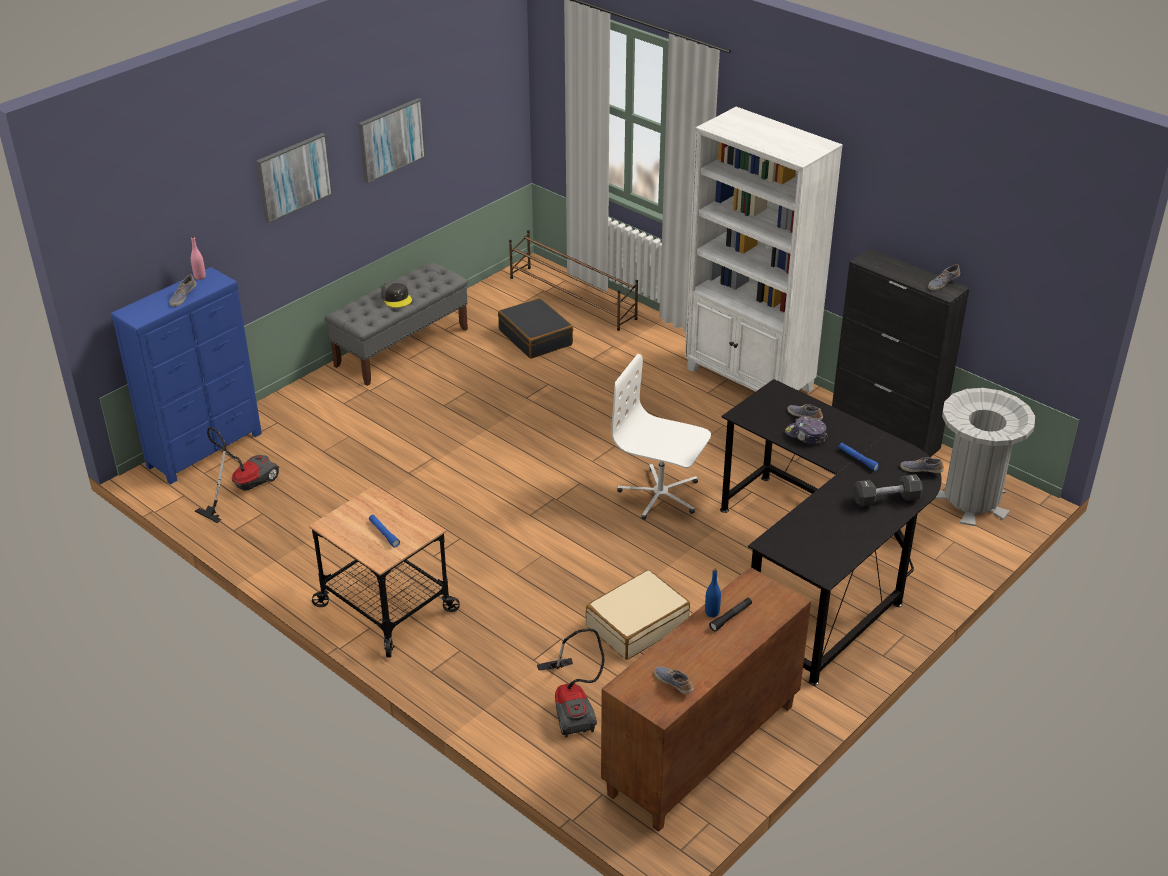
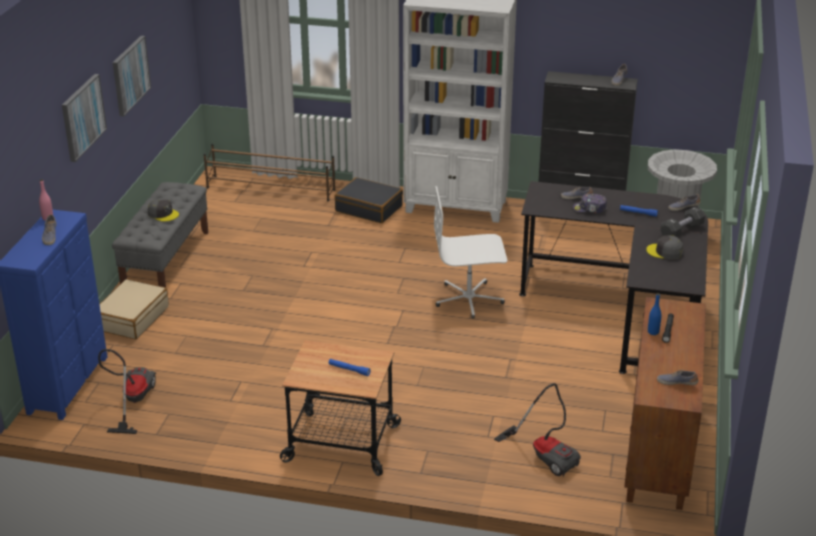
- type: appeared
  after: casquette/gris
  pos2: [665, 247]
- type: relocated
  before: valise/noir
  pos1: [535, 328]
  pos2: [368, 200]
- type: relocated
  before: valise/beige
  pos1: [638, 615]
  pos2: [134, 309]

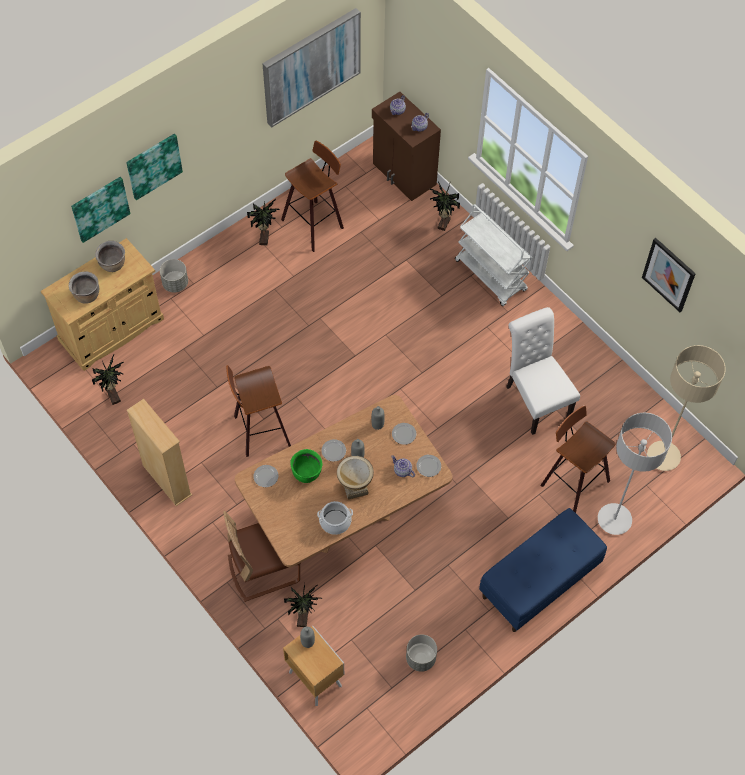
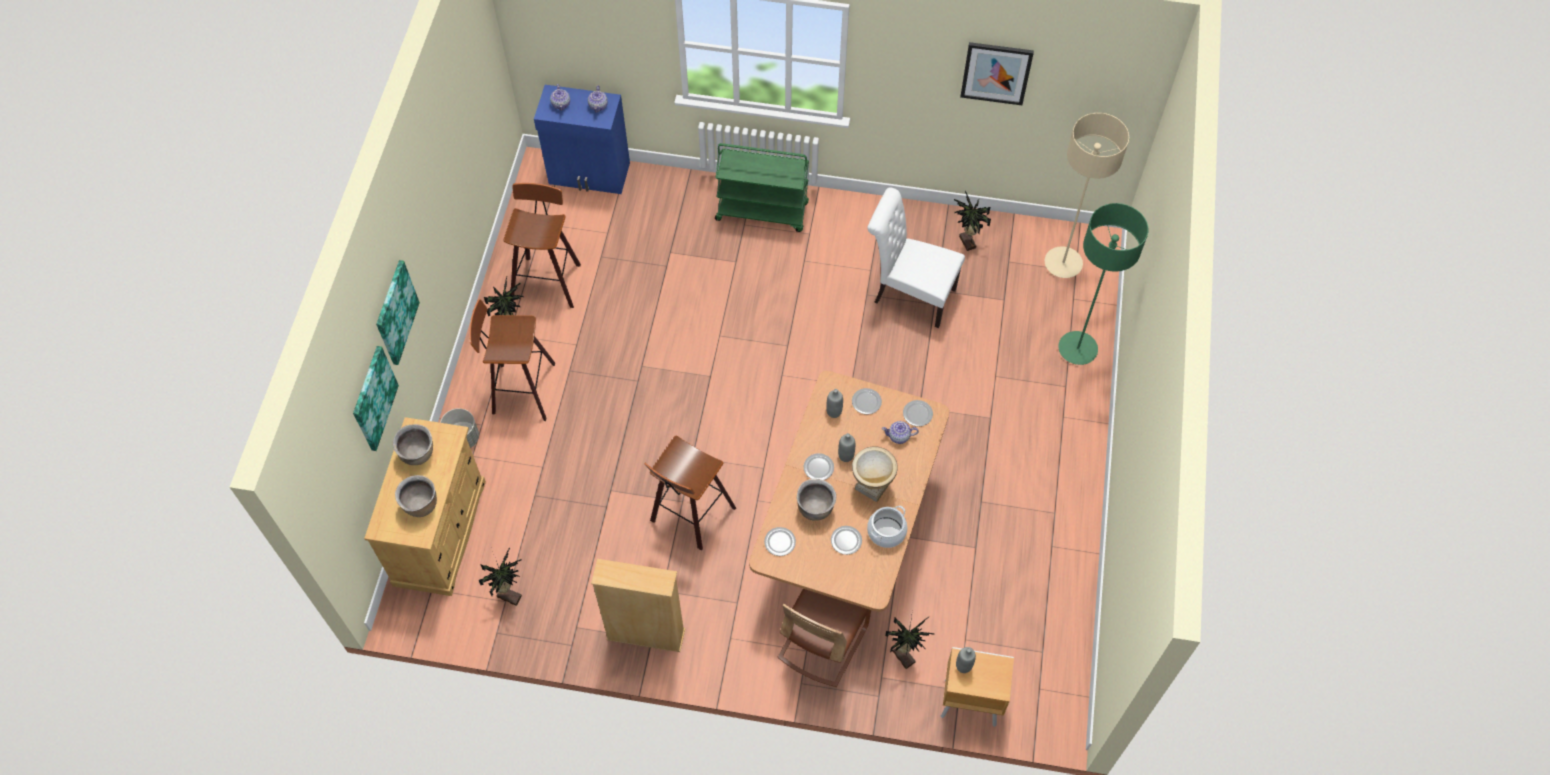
- type: missing
  before: tableau
  pos1: [311, 67]
- type: missing
  before: cache-pot/gris
  pos1: [421, 653]
- type: missing
  before: banc/bleu
  pos1: [543, 570]
- type: appeared
  after: assiette
  pos2: [846, 540]
- type: relocated
  before: plante en pot
  pos1: [444, 206]
  pos2: [972, 221]
- type: relocated
  before: tabouret
  pos1: [578, 459]
  pos2: [512, 360]
- type: colour
  before: marmite/vert
  after: marmite/marron
  pos1: [307, 466]
  pos2: [816, 500]
- type: colour
  before: meuble de rangement/marron
  after: meuble de rangement/bleu
  pos1: [406, 146]
  pos2: [582, 139]
- type: colour
  before: chariot/blanc
  after: chariot/vert
  pos1: [493, 255]
  pos2: [762, 187]
- type: colour
  before: lampadaire/gris
  after: lampadaire/vert
  pos1: [635, 474]
  pos2: [1103, 284]

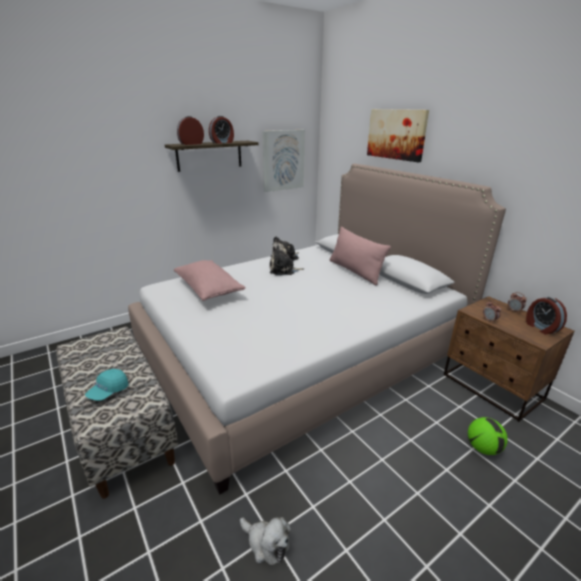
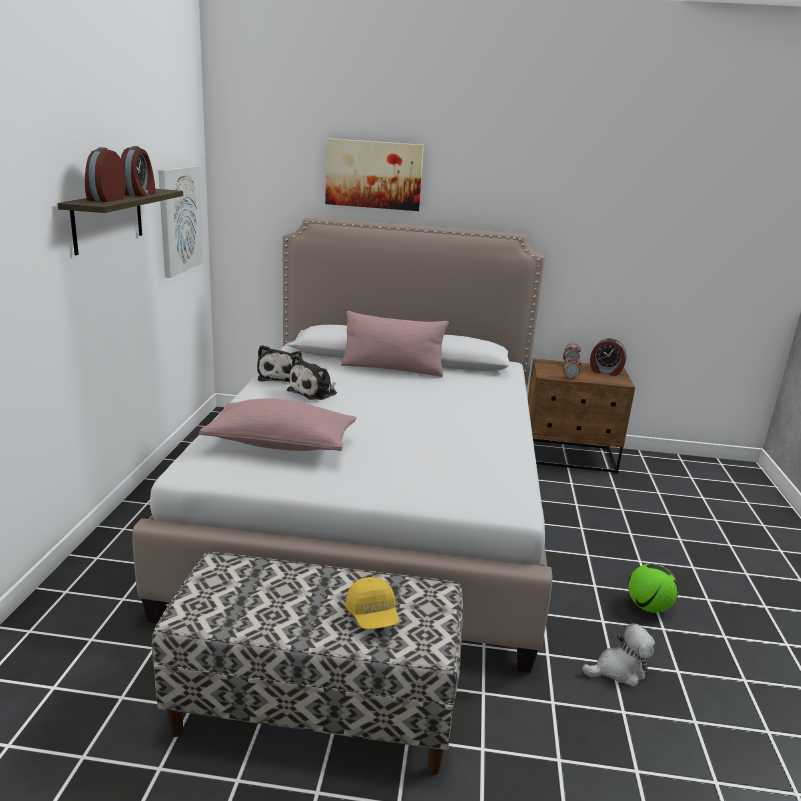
- type: relocated
  before: ballon de foot
  pos1: [488, 436]
  pos2: [653, 588]
- type: colour
  before: casquette/turquoise
  after: casquette/jaune
  pos1: [107, 385]
  pos2: [372, 603]

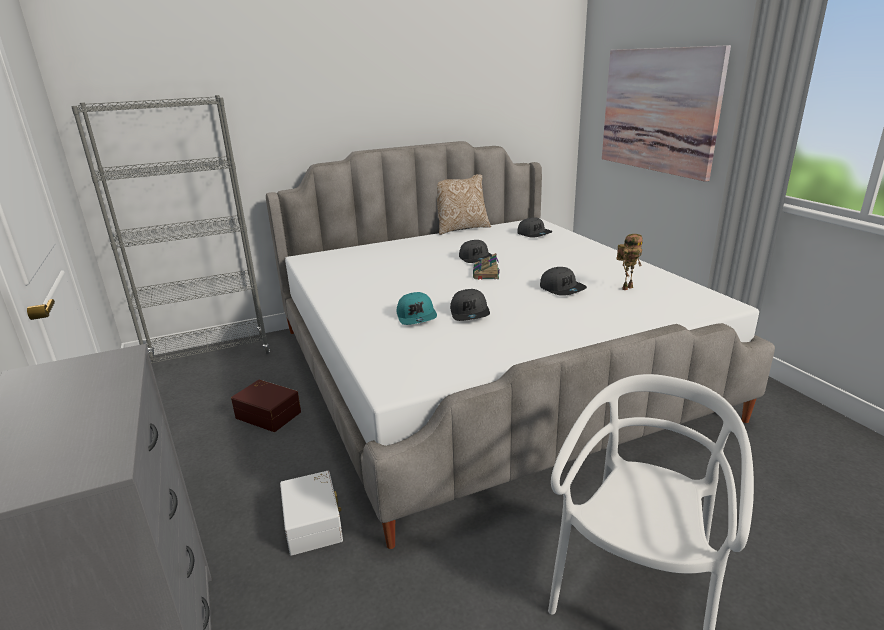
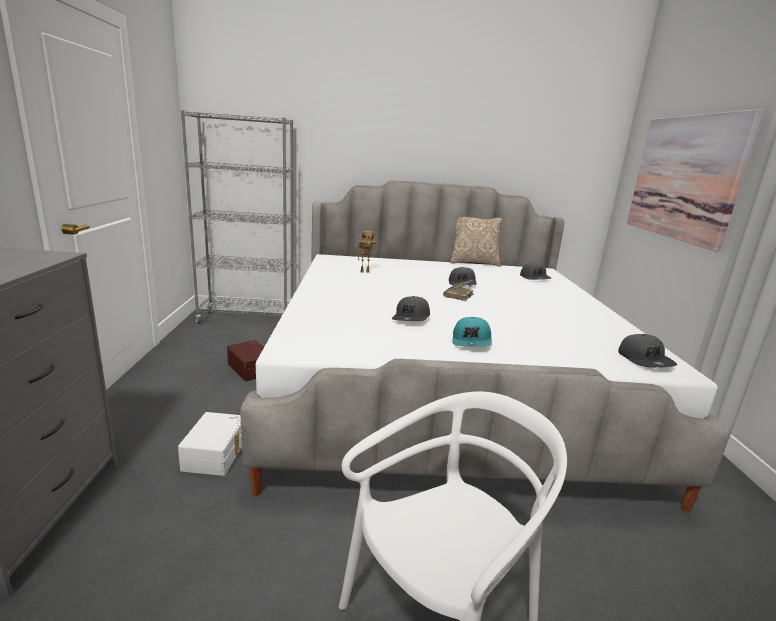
- type: relocated
  before: casquette/turquoise
  pos1: [417, 308]
  pos2: [472, 332]
- type: relocated
  before: casquette/gris
  pos1: [563, 281]
  pos2: [647, 351]
- type: relocated
  before: robot jouet
  pos1: [629, 262]
  pos2: [367, 252]

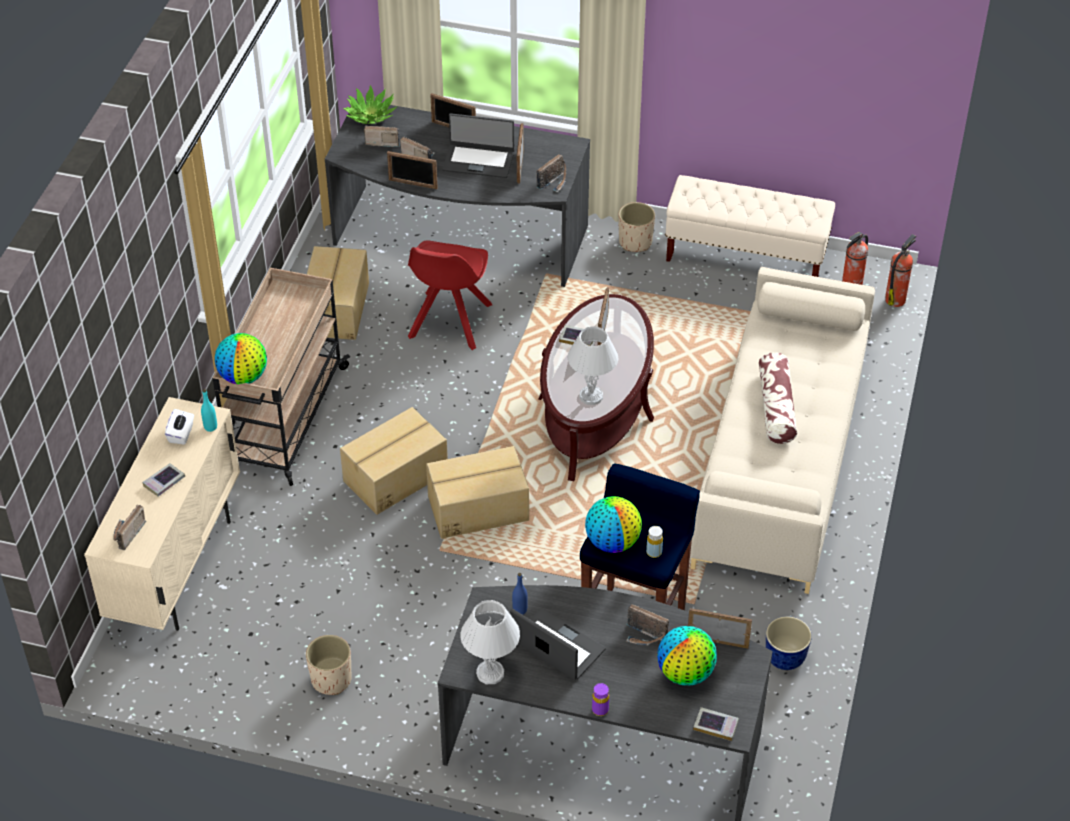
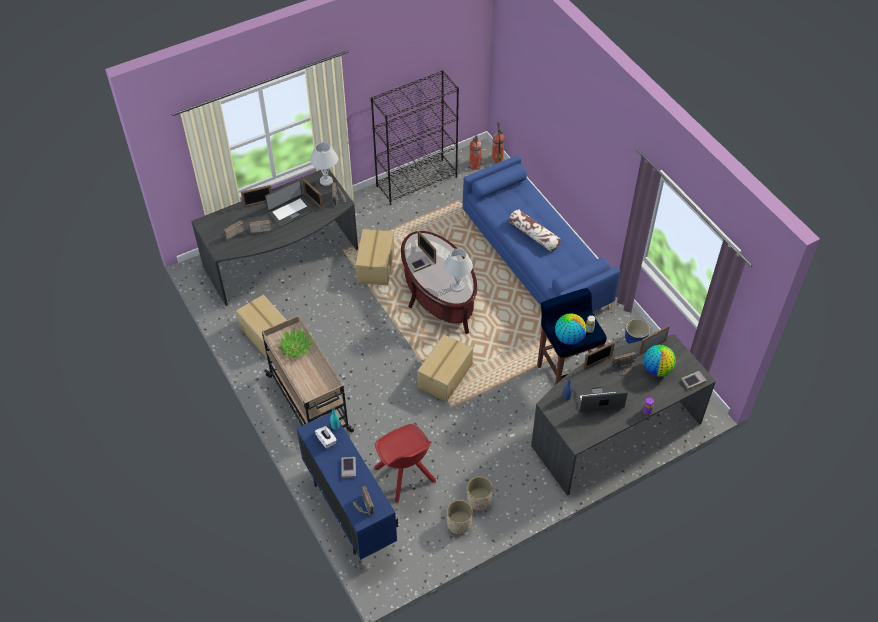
- type: missing
  before: globe
  pos1: [241, 358]
- type: relocated
  before: carton
  pos1: [394, 461]
  pos2: [374, 257]
- type: relocated
  before: plante en pot
  pos1: [370, 104]
  pos2: [295, 342]
- type: relocated
  before: cadre photo
  pos1: [412, 170]
  pos2: [599, 356]
- type: relocated
  before: chaise/rouge
  pos1: [450, 295]
  pos2: [405, 463]
- type: relocated
  before: lampe de table/blanc
  pos1: [490, 642]
  pos2: [324, 164]
- type: relocated
  before: cache-pot/beige
  pos1: [637, 227]
  pos2: [459, 517]
- type: exchanged
  before: banc/beige
  after: bibliothèque/noir
  pos1: [750, 226]
  pos2: [415, 137]
- type: colour
  before: meuble de rangement/beige
  after: meuble de rangement/bleu
  pos1: [162, 514]
  pos2: [347, 486]
- type: colour
  before: canapé/beige
  after: canapé/bleu
  pos1: [782, 430]
  pos2: [542, 233]

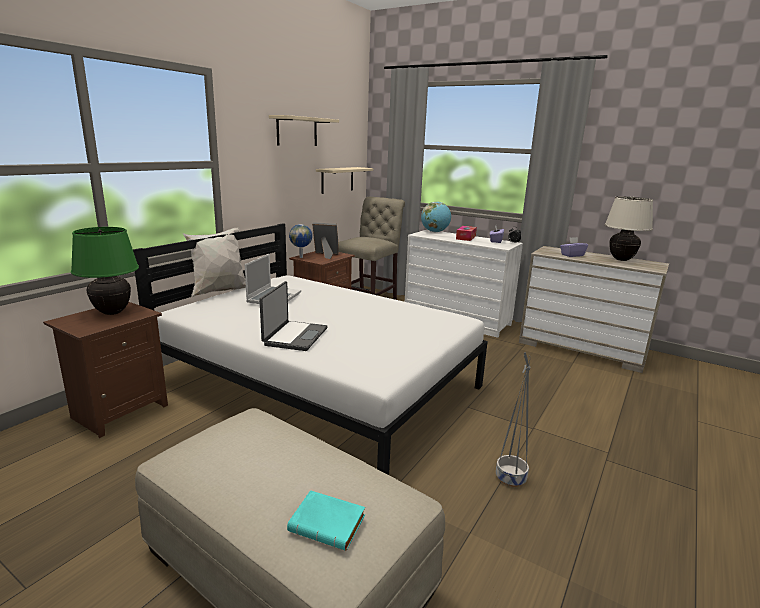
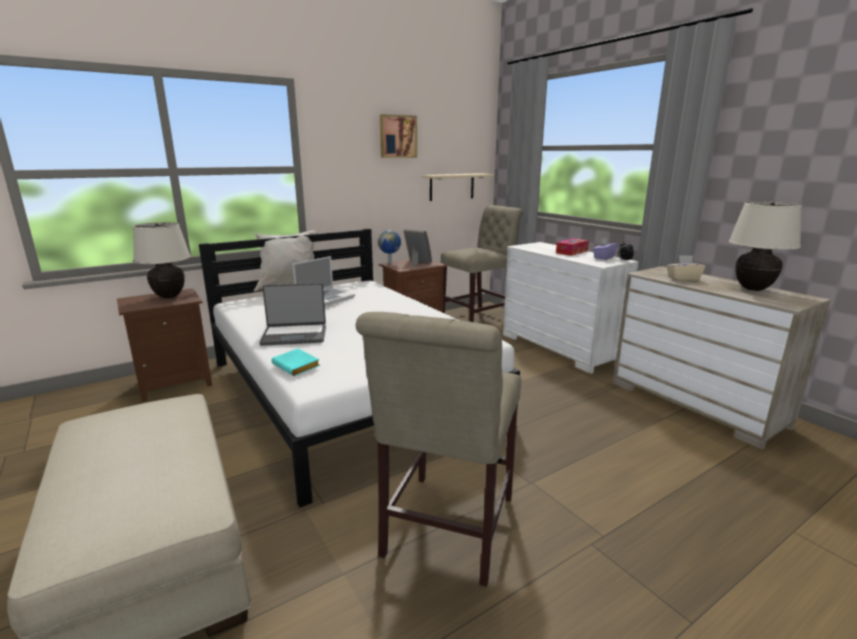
- type: missing
  before: globe
  pos1: [436, 216]
- type: relocated
  before: livre/turquoise
  pos1: [326, 520]
  pos2: [295, 362]
- type: exchanged
  before: étagère/beige
  after: tableau
  pos1: [304, 130]
  pos2: [398, 136]
- type: exchanged
  before: cache-pot/gris
  after: chaise/beige
  pos1: [513, 419]
  pos2: [438, 449]
- type: colour
  before: lampe de table/vert
  after: lampe de table/beige
  pos1: [105, 271]
  pos2: [162, 260]
- type: colour
  before: boîte à mouchoirs/violet
  after: boîte à mouchoirs/beige
  pos1: [574, 247]
  pos2: [686, 268]
- type: spun
  before: ordinateur portable
  pos1: [293, 316]
  pos2: [292, 314]
  turn: 45

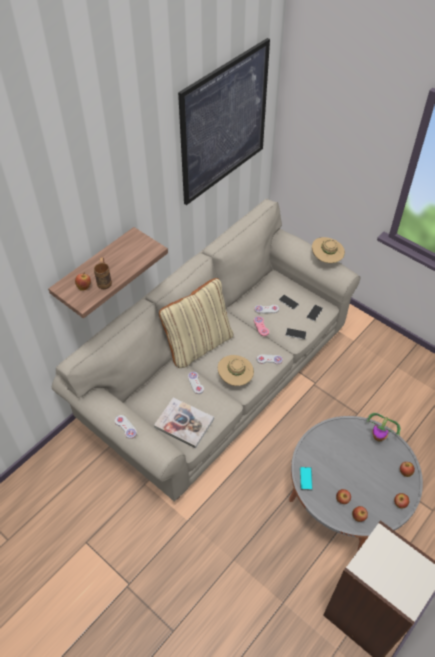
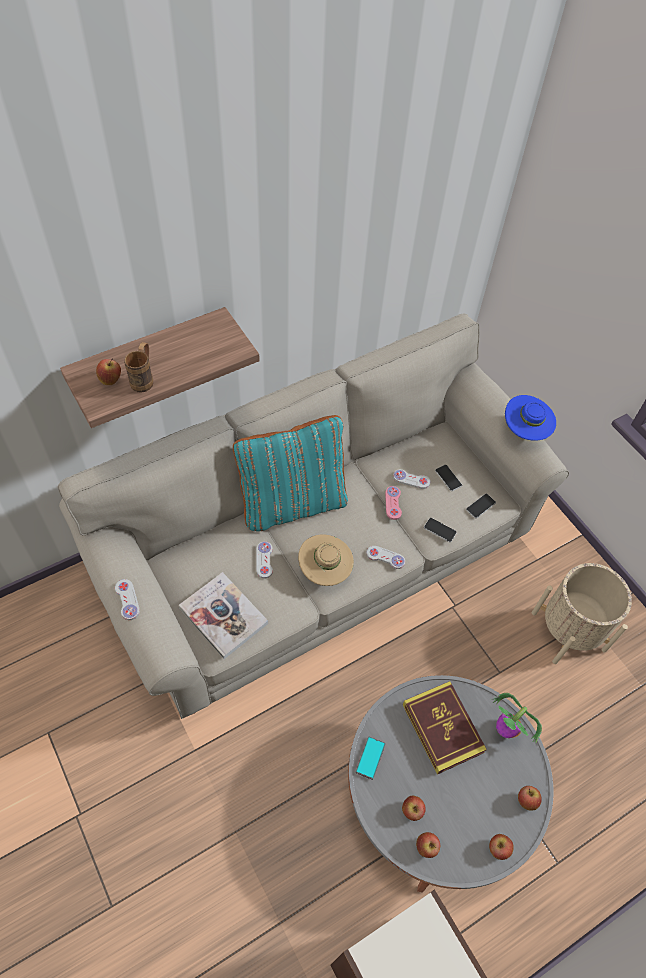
- type: missing
  before: tableau
  pos1: [224, 121]
- type: appeared
  after: livre
  pos2: [445, 728]
- type: appeared
  after: cache-pot/beige
  pos2: [582, 613]
- type: colour
  before: coussin/beige
  after: coussin/turquoise
  pos1: [196, 323]
  pos2: [290, 473]
- type: colour
  before: chapeau/beige
  after: chapeau/bleu
  pos1: [328, 250]
  pos2: [530, 418]

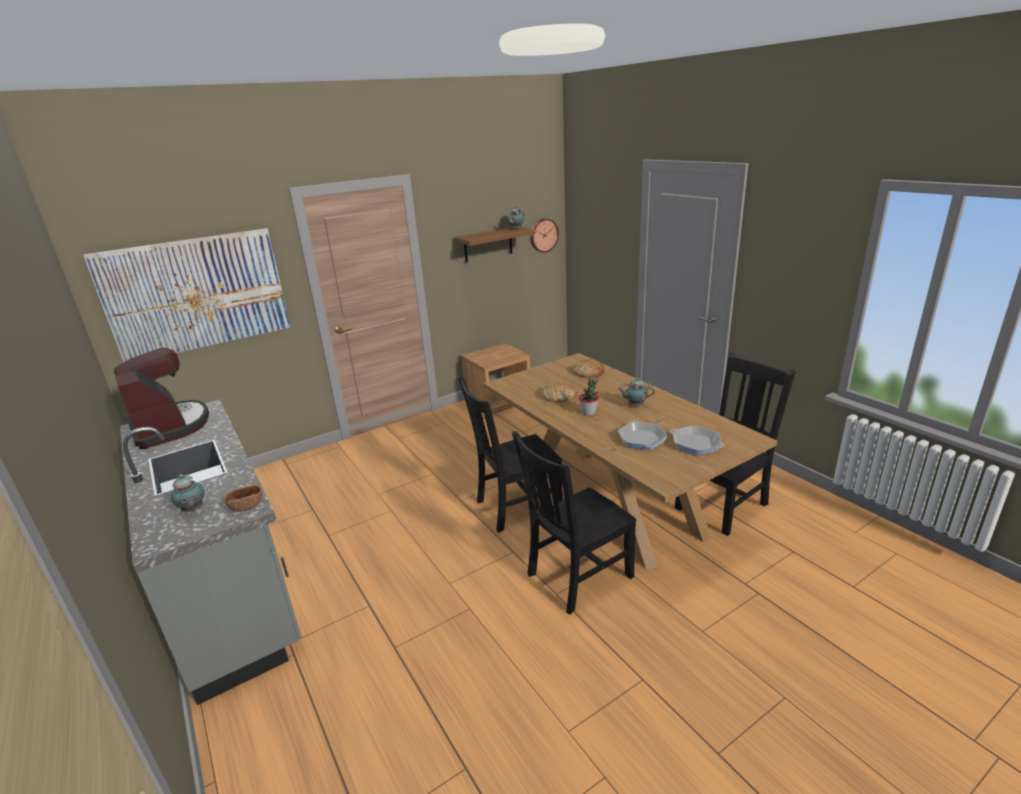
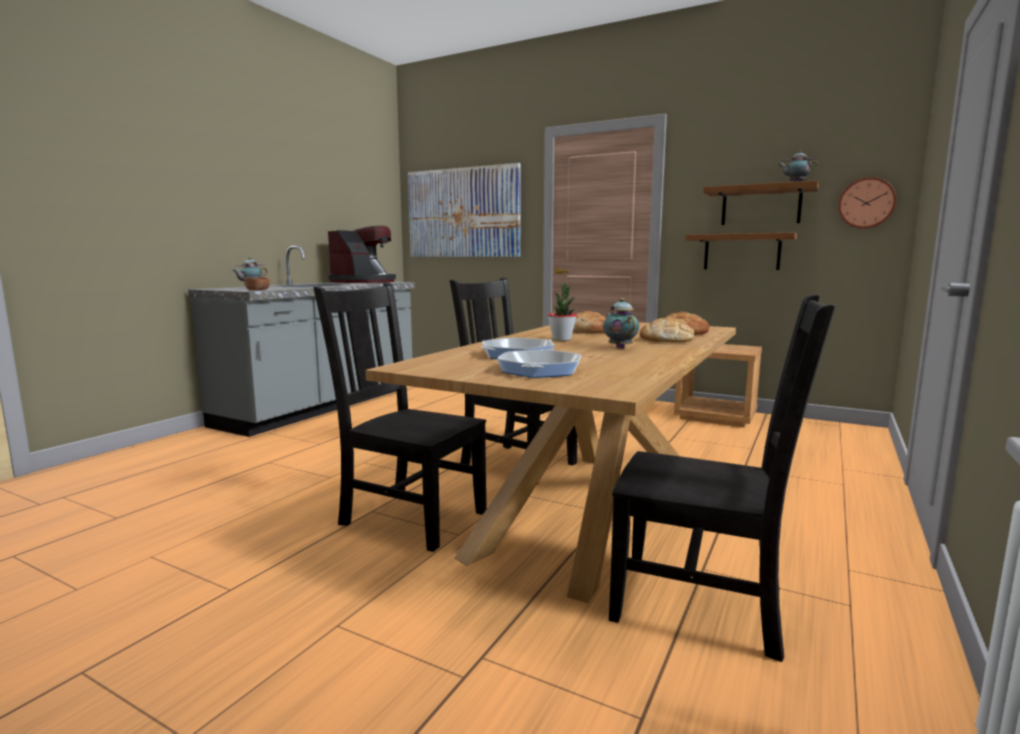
- type: appeared
  after: pain
  pos2: [667, 329]
- type: appeared
  after: étagère/marron
  pos2: [741, 251]

